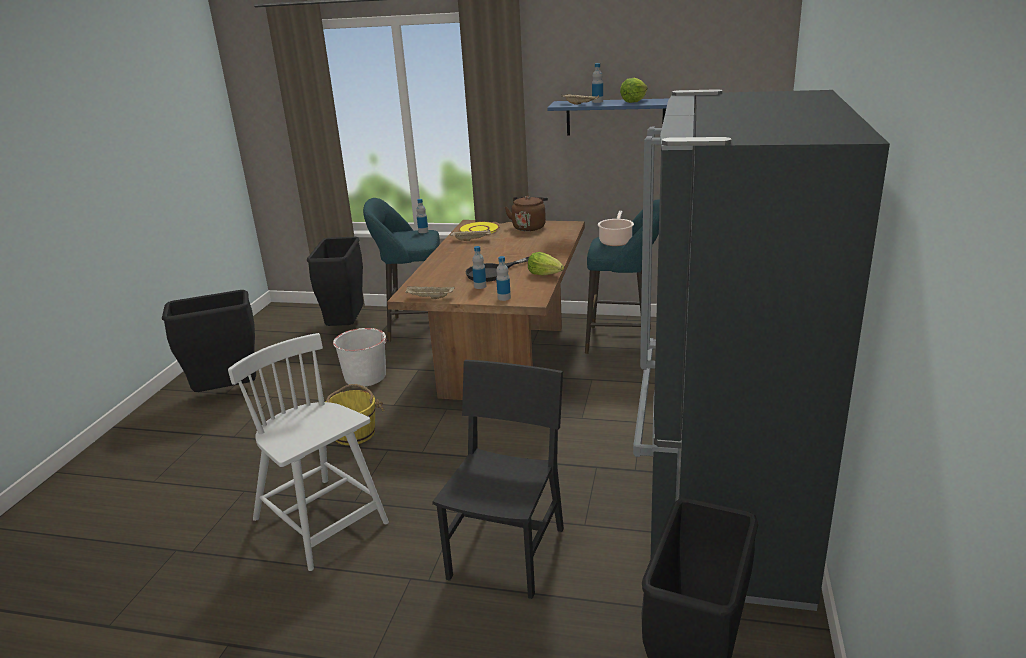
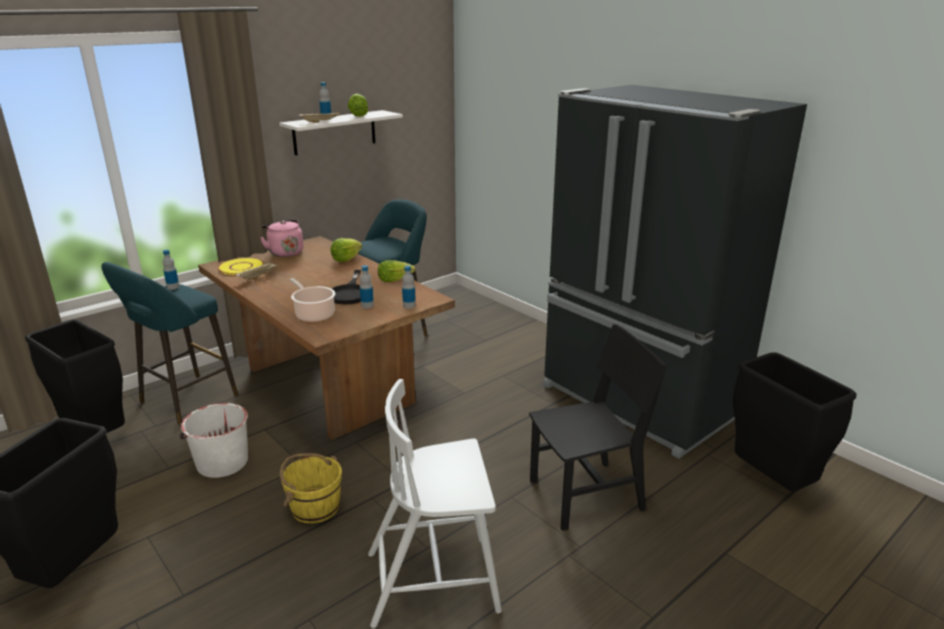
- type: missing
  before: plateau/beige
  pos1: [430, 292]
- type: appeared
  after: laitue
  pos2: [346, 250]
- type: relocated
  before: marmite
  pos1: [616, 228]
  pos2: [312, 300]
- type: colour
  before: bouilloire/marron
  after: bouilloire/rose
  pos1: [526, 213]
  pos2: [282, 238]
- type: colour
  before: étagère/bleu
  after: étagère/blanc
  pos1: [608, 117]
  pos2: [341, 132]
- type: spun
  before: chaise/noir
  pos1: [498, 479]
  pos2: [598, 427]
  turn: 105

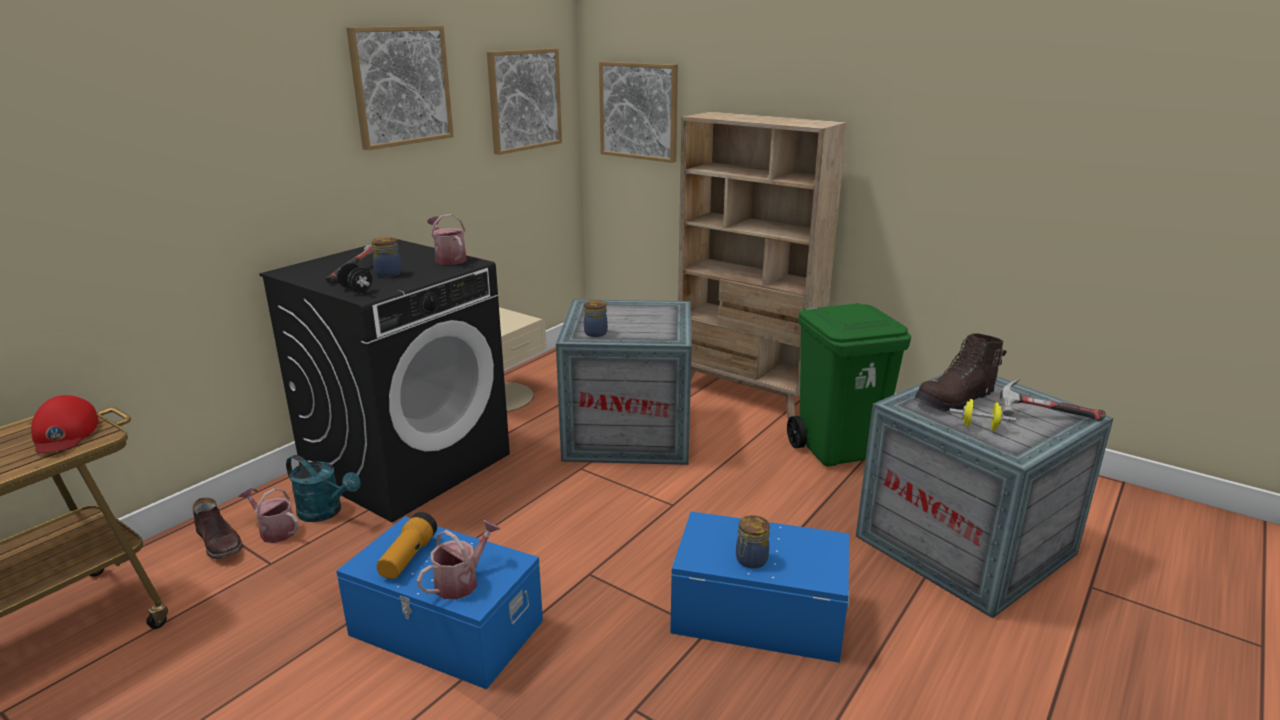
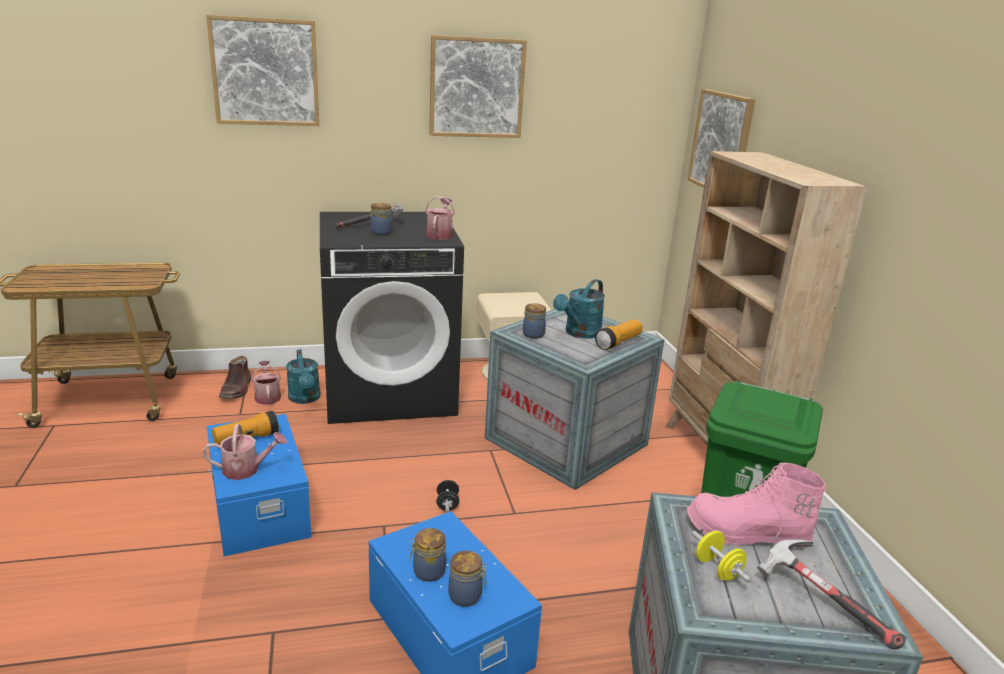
- type: missing
  before: casquette/rouge
  pos1: [64, 424]
- type: appeared
  after: bocal
  pos2: [467, 579]
- type: appeared
  after: arrosoir/turquoise
  pos2: [579, 308]
- type: appeared
  after: lampe de poche
  pos2: [618, 334]
- type: relocated
  before: haltère/noir
  pos1: [354, 278]
  pos2: [447, 496]
- type: relocated
  before: tableau
  pos1: [524, 101]
  pos2: [262, 70]
- type: colour
  before: botte/marron
  after: botte/rose
  pos1: [960, 373]
  pos2: [756, 505]

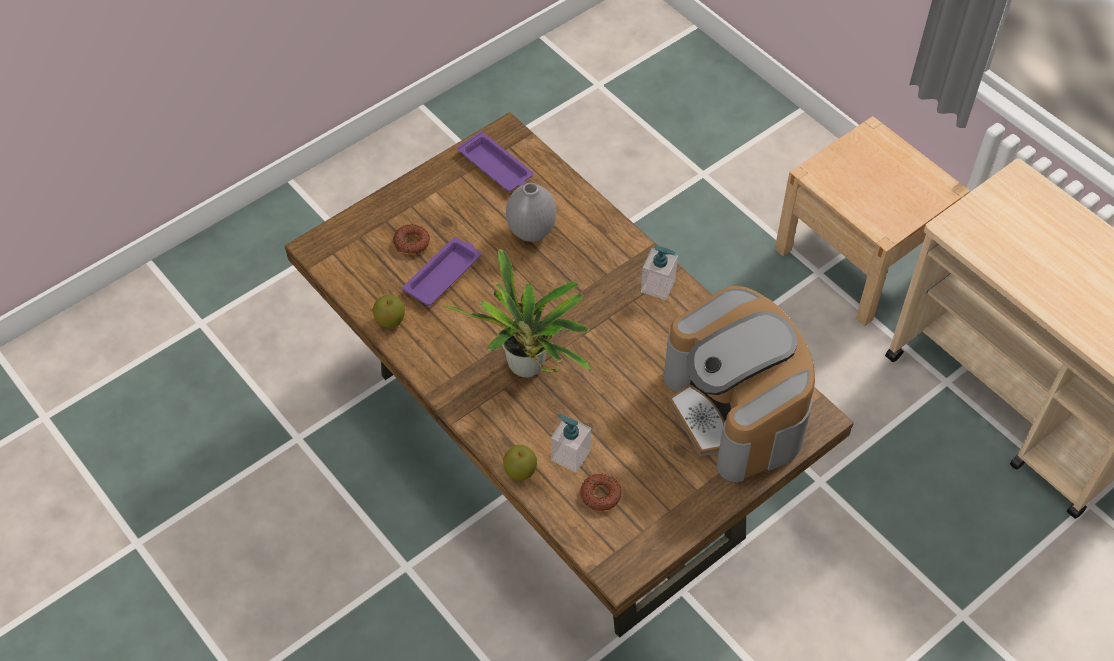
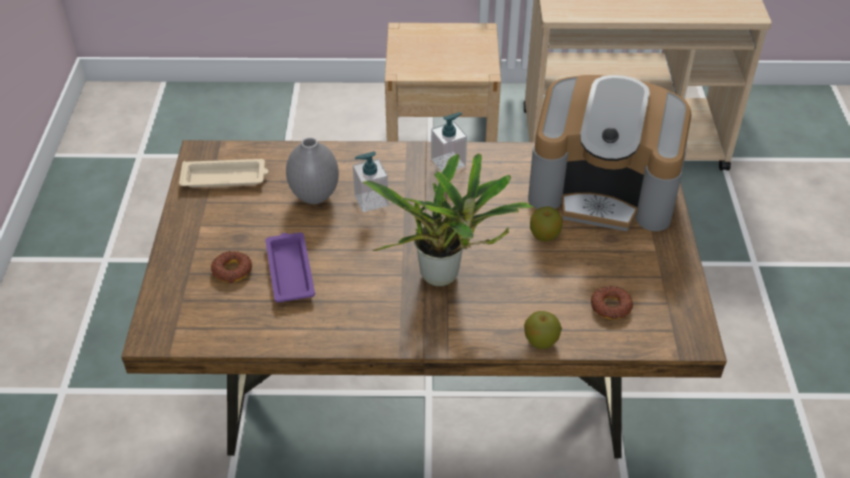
- type: relocated
  before: pomme
  pos1: [388, 311]
  pos2: [546, 224]
- type: relocated
  before: distributeur de savon
  pos1: [571, 443]
  pos2: [371, 182]
- type: colour
  before: plateau/violet
  after: plateau/beige
  pos1: [495, 161]
  pos2: [223, 173]

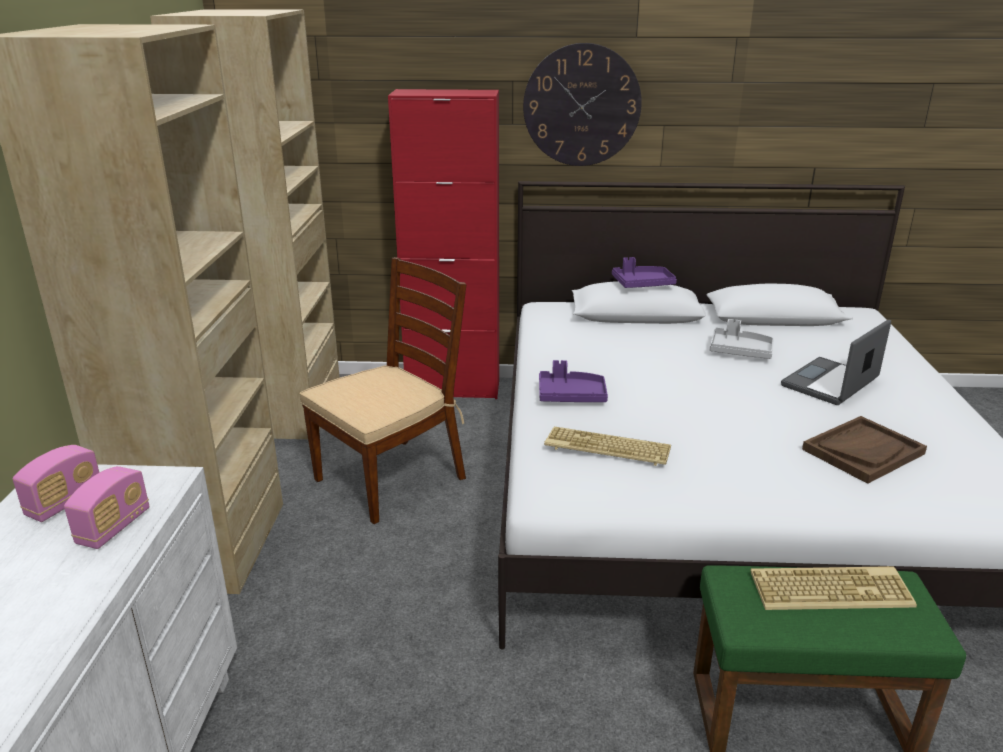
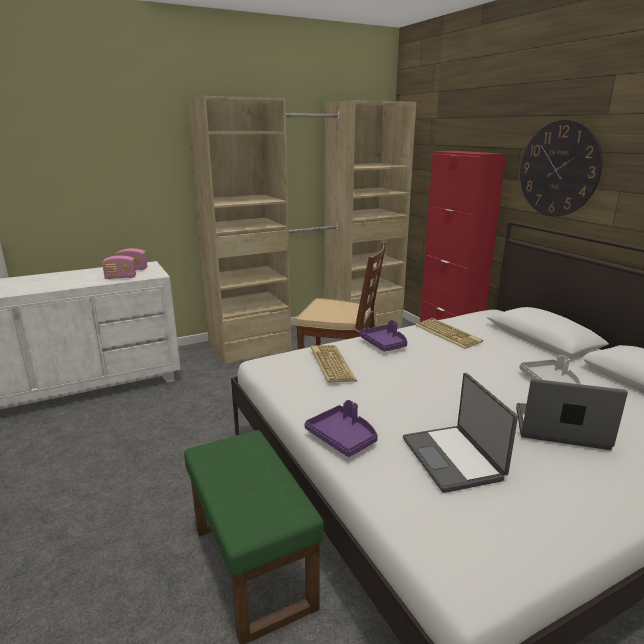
- type: relocated
  before: plateau/violet
  pos1: [644, 272]
  pos2: [341, 428]
- type: relocated
  before: clavier
  pos1: [833, 588]
  pos2: [449, 333]
- type: exchanged
  before: plateau/marron
  after: ordinateur portable
  pos1: [864, 450]
  pos2: [460, 433]

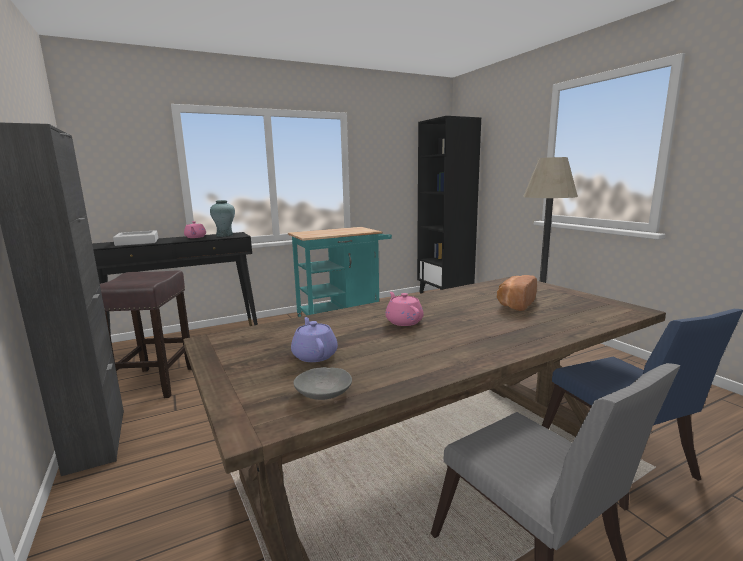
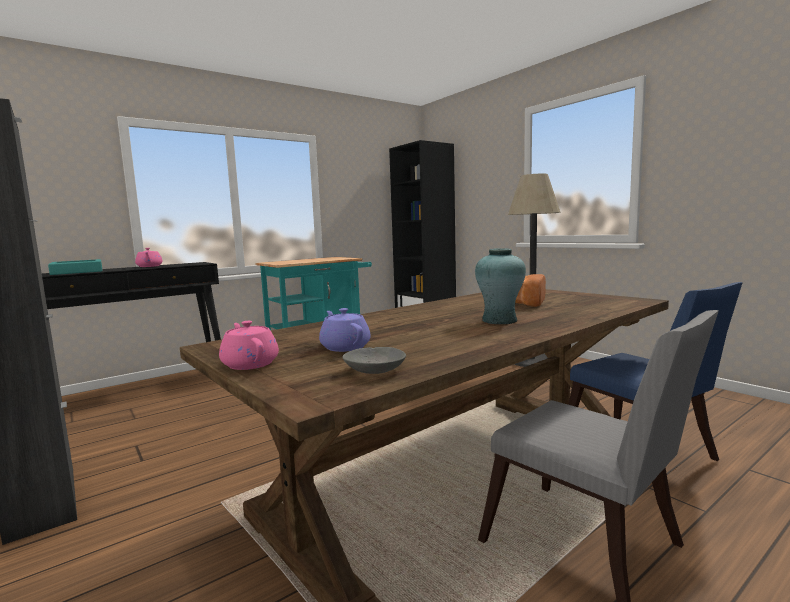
- type: missing
  before: tabouret/marron
  pos1: [146, 334]
- type: relocated
  before: vase/turquoise
  pos1: [222, 218]
  pos2: [500, 286]
- type: relocated
  before: théière/rose
  pos1: [404, 309]
  pos2: [249, 345]
- type: colour
  before: plateau/gris
  after: plateau/turquoise
  pos1: [135, 238]
  pos2: [75, 267]

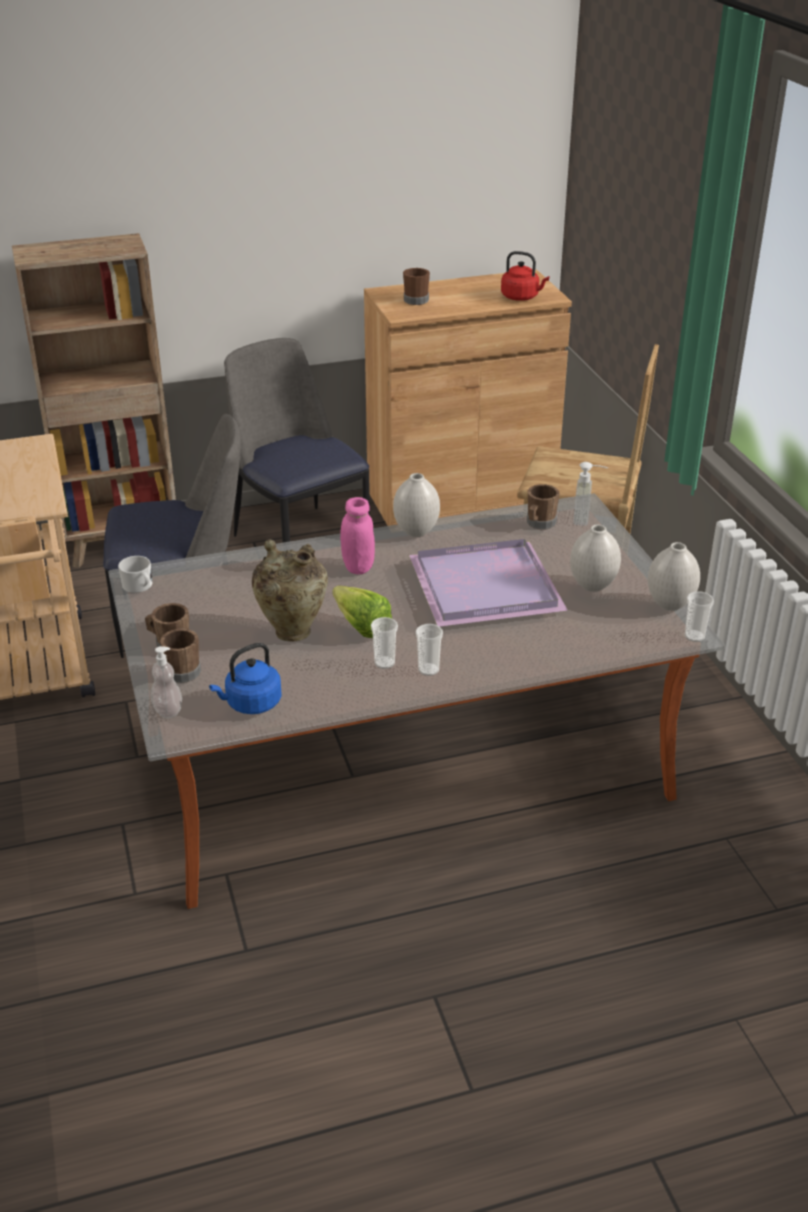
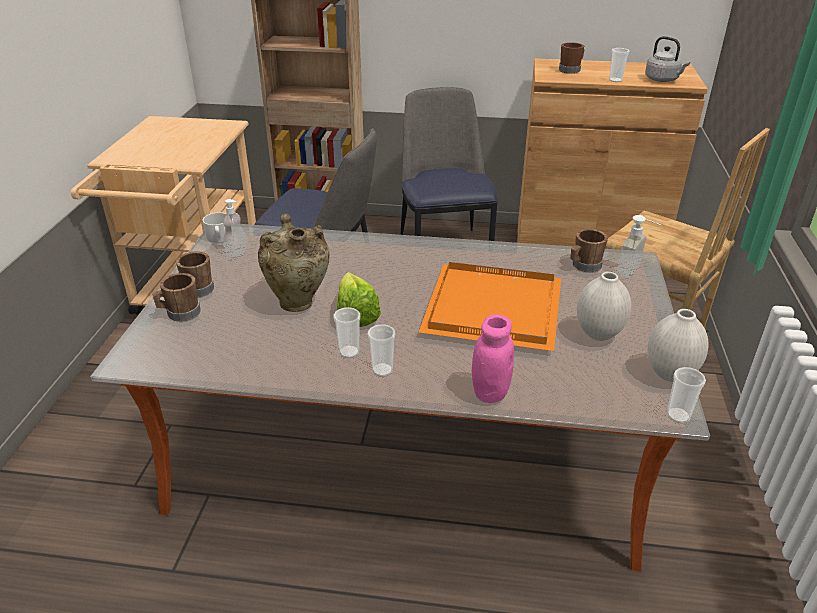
- type: missing
  before: bouilloire/bleu
  pos1: [245, 678]
- type: missing
  before: vase/blanc
  pos1: [416, 505]
- type: appeared
  after: tasse
  pos2: [619, 65]
- type: relocated
  before: distributeur de savon
  pos1: [166, 682]
  pos2: [235, 228]
- type: relocated
  before: bocal/rose
  pos1: [357, 535]
  pos2: [493, 358]
- type: colour
  before: plateau/violet
  after: plateau/orange
  pos1: [488, 583]
  pos2: [490, 306]
- type: colour
  before: bouilloire/rouge
  after: bouilloire/gris
  pos1: [525, 276]
  pos2: [667, 59]

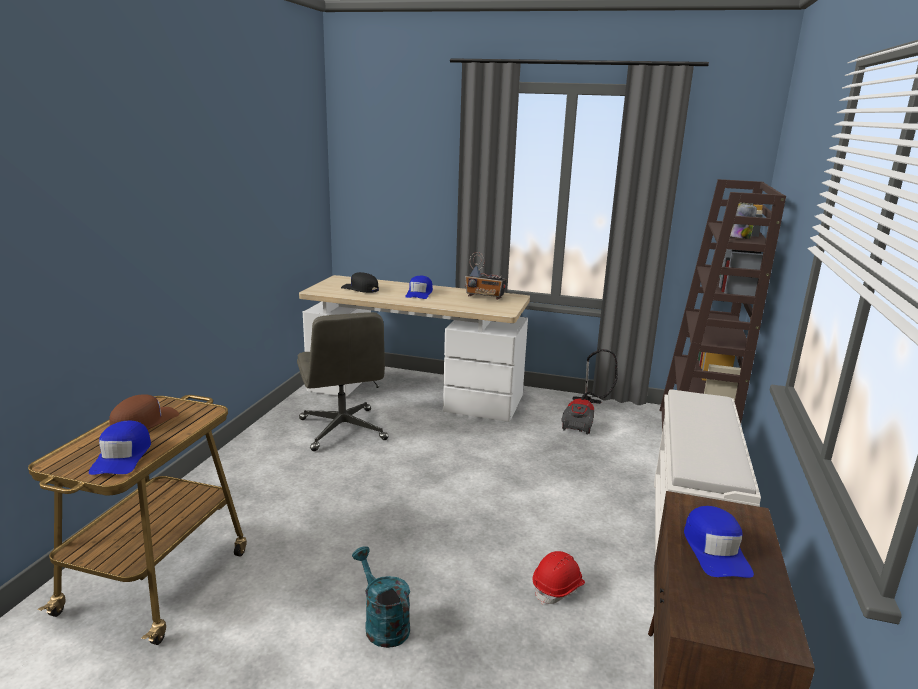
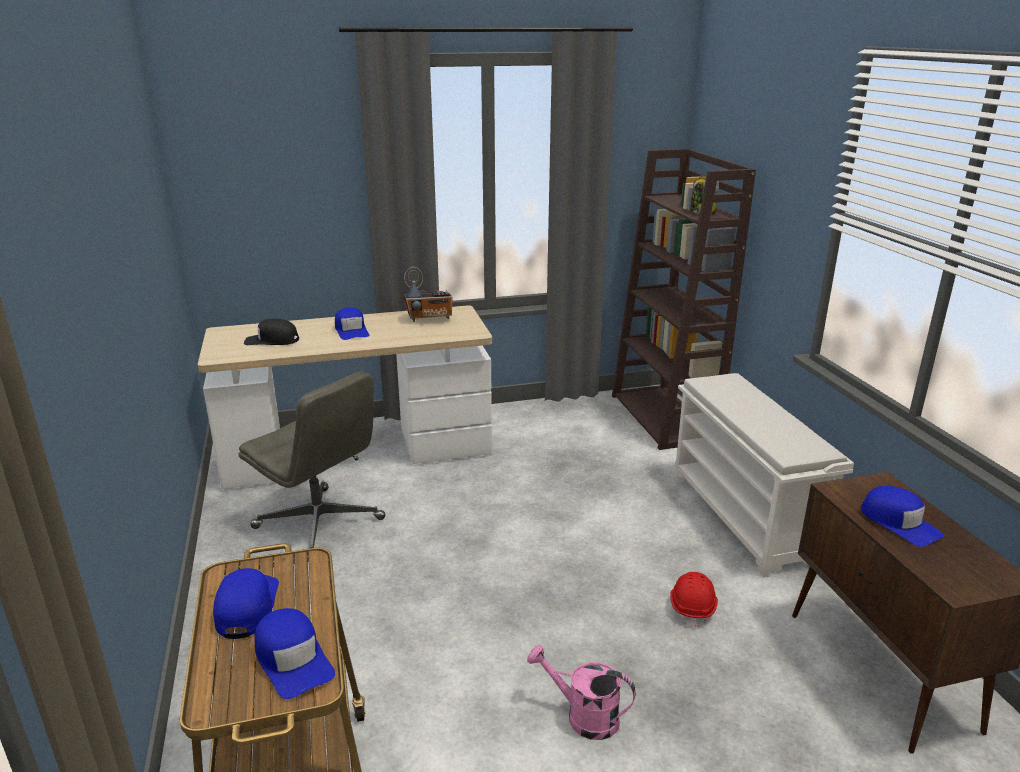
- type: missing
  before: aspirateur
  pos1: [589, 391]
- type: colour
  before: casquette/marron
  after: casquette/bleu
  pos1: [144, 412]
  pos2: [246, 603]
- type: colour
  before: arrosoir/turquoise
  after: arrosoir/rose
  pos1: [381, 597]
  pos2: [581, 692]

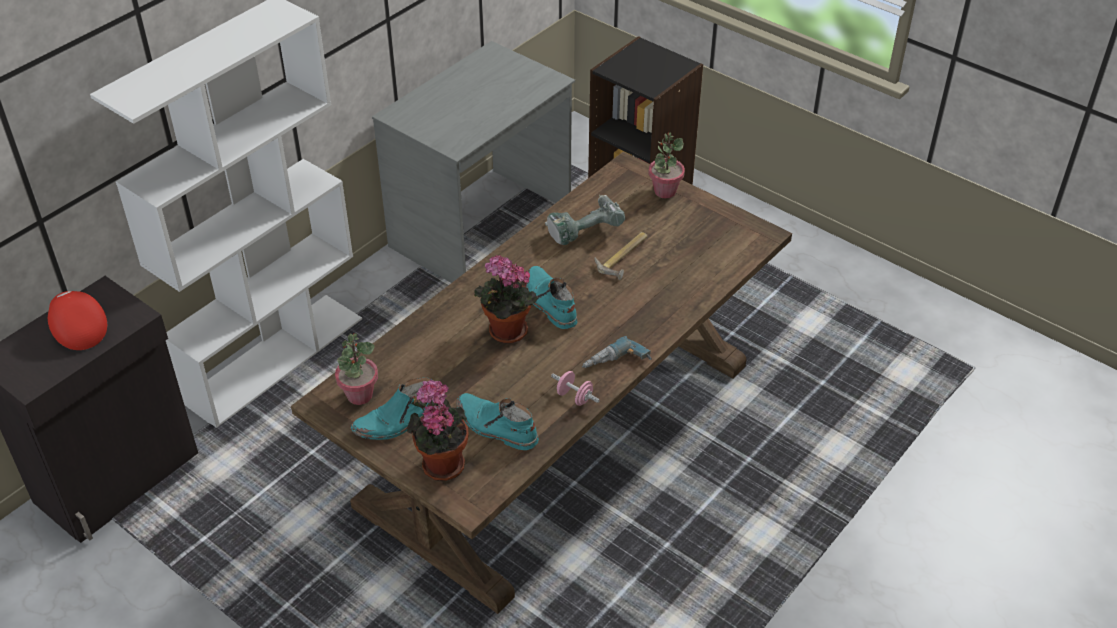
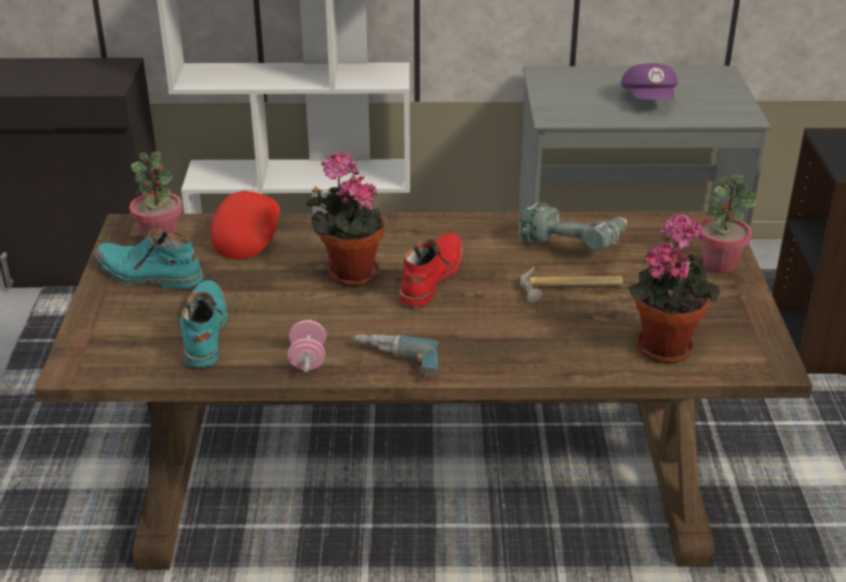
- type: appeared
  after: casquette/violet
  pos2: [649, 81]
- type: relocated
  before: casquette/rouge
  pos1: [77, 320]
  pos2: [245, 224]
- type: relocated
  before: plante en pot
  pos1: [438, 430]
  pos2: [674, 288]
- type: colour
  before: botte/turquoise
  after: botte/rouge
  pos1: [551, 297]
  pos2: [431, 270]

